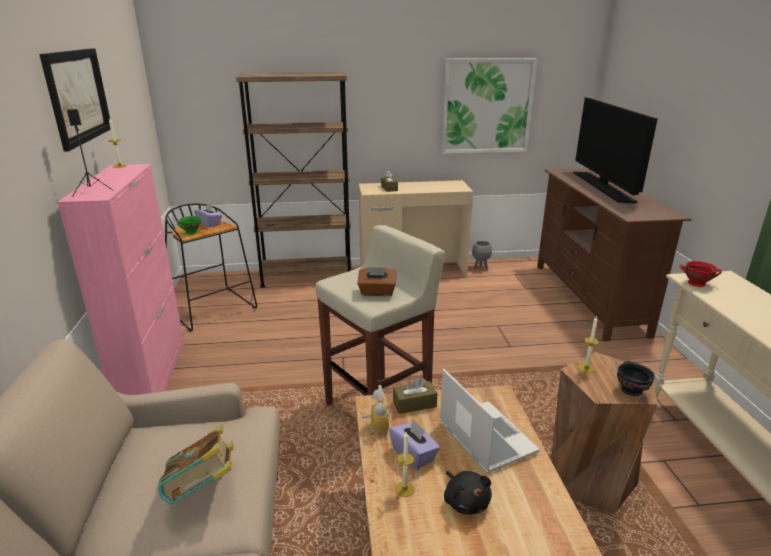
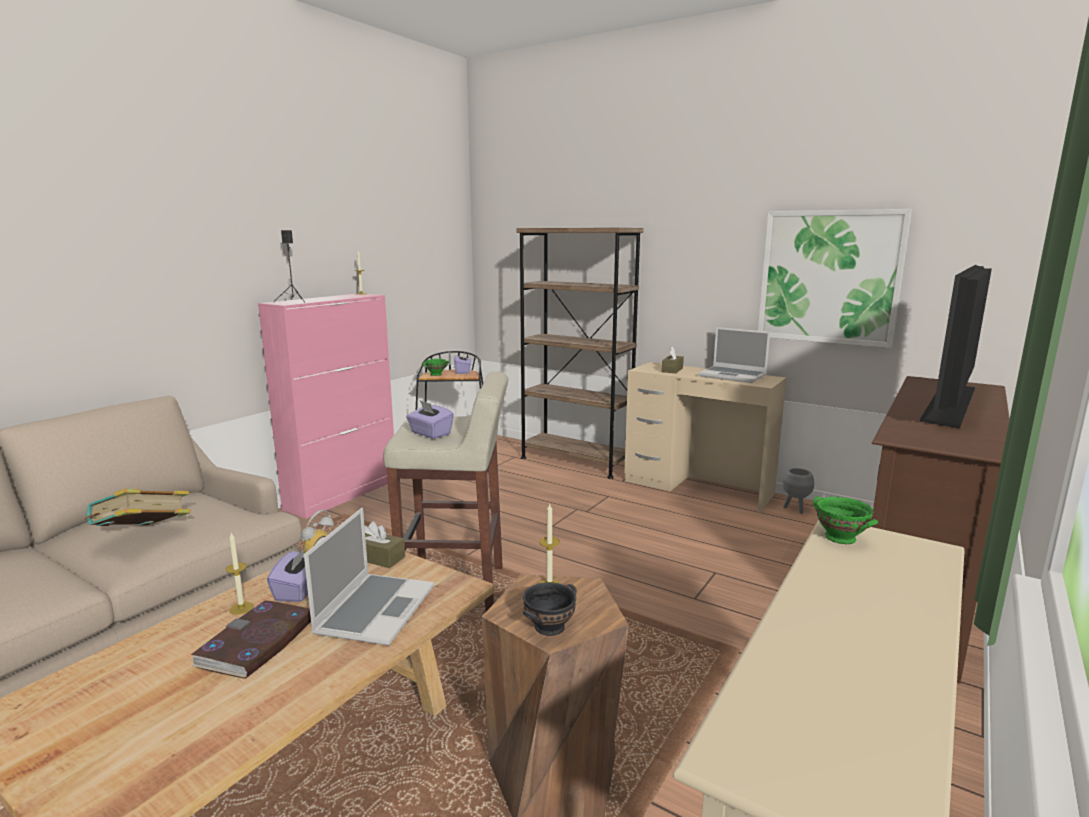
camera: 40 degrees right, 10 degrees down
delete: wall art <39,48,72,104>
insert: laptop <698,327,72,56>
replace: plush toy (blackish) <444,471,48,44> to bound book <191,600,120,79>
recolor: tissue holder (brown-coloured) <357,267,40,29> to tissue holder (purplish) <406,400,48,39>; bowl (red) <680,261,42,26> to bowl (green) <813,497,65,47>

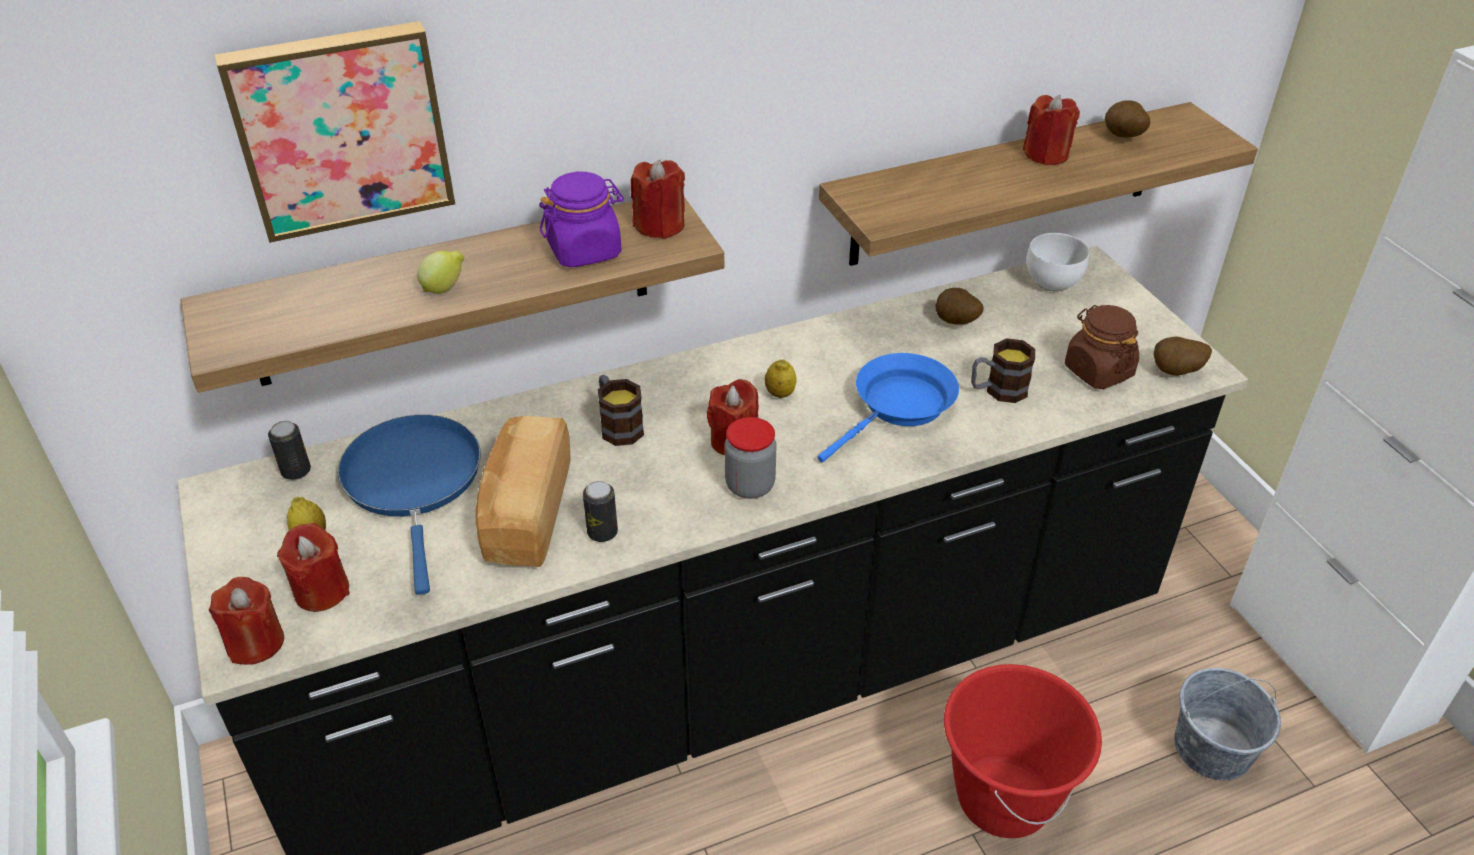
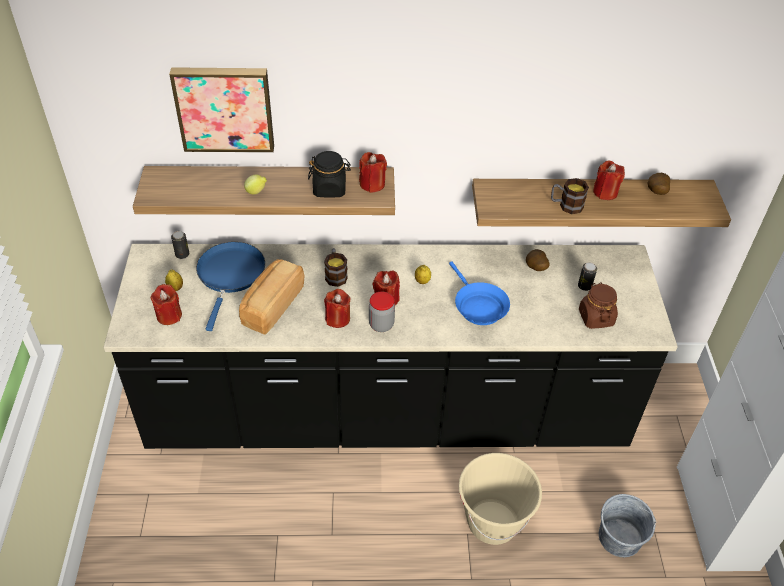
camera: 20 degrees right, 5 degrees up
delete: bowl (white-coloured) <1027,233,62,58>; whole potato <1154,337,58,39>
move: wax candle (red) <209,577,75,88> to <324,289,26,39>; metal can <583,481,35,61> to <578,262,19,29>; mug <971,338,64,65> to <551,178,38,36>
recolor: storage jar (purplish) <539,172,85,96> to storage jar (blackish) <308,151,43,47>; water bucket (red) <944,664,158,174> to water bucket (sand-coloured) <459,453,83,92>
rotate: frying pan (blue) <818,353,141,110> = <449,261,61,64> 90 degrees clockwise

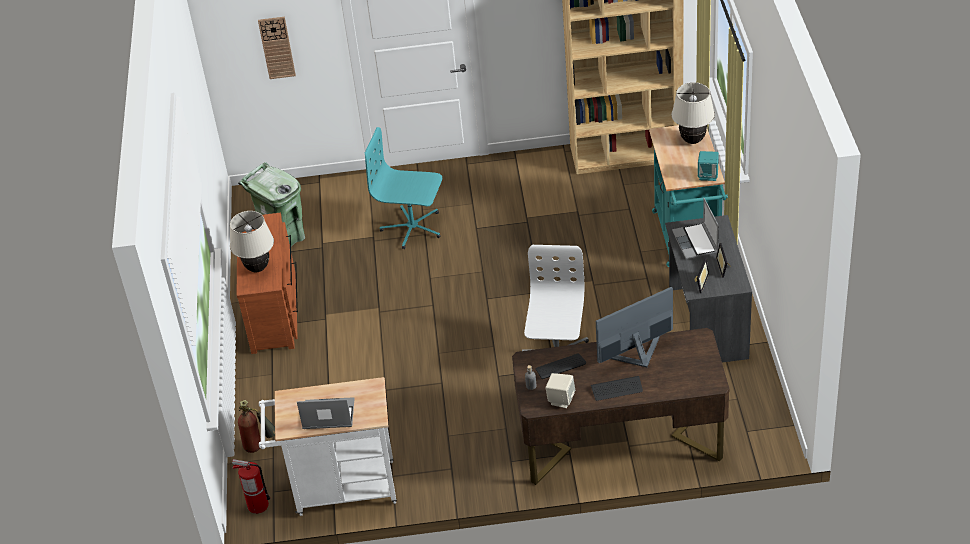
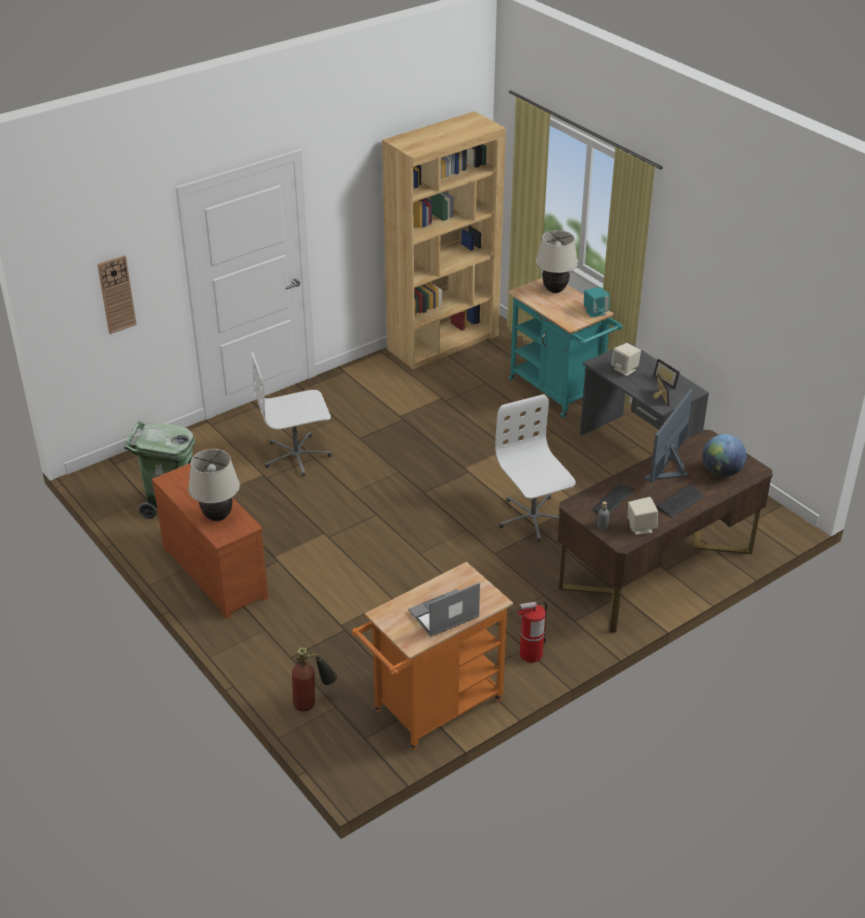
camera: 35 degrees left, 5 degrees down
insert: desk globe <702,434,44,43>
move: fire-fighting cylinder <232,459,38,55> to <517,602,30,61>
replace: laptop <672,198,47,61> to audio speaker (sand-coloured) <611,343,30,33>
recolor: cart (white-coloured) <259,377,138,139> to cart (orangey) <352,562,161,188>; office chair (turquoise) <365,127,77,122> to office chair (white-coloured) <251,352,81,124>

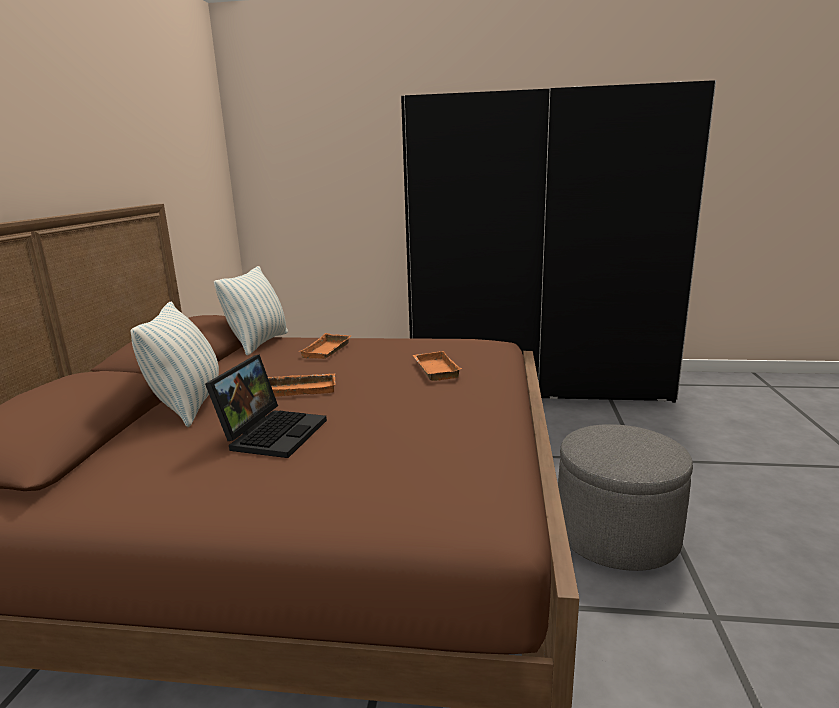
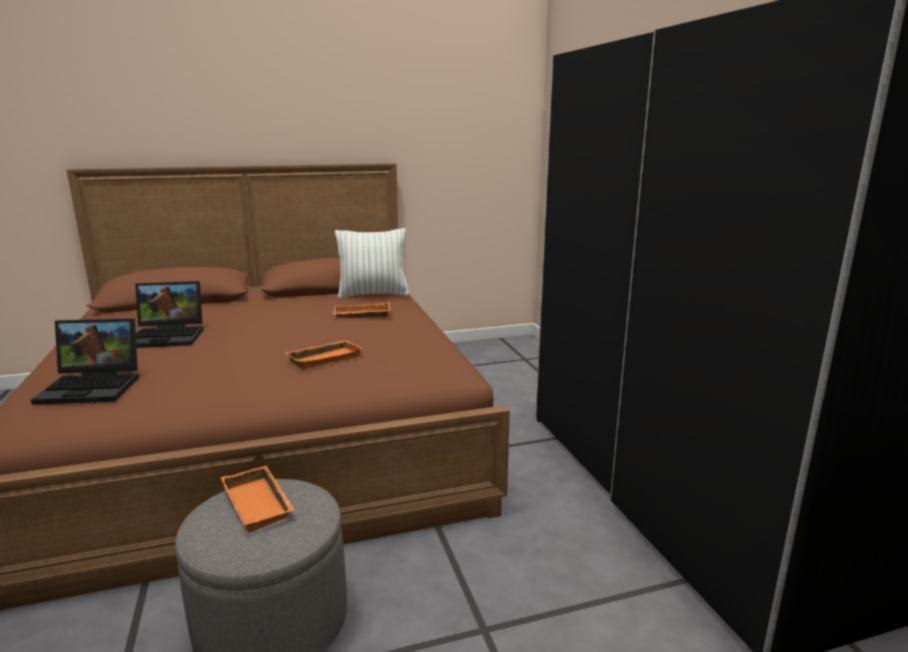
camera: 65 degrees right, 0 degrees up
delete: cushion <131,302,88,125>
insert: laptop <31,318,108,87>
move: serving tray (orangey) <268,373,68,24> to <221,466,74,67>

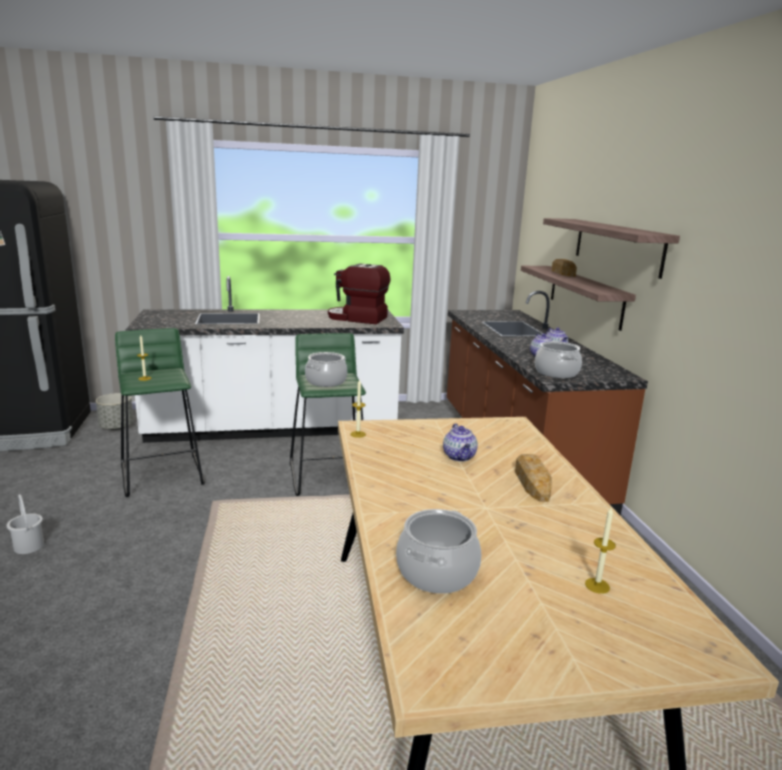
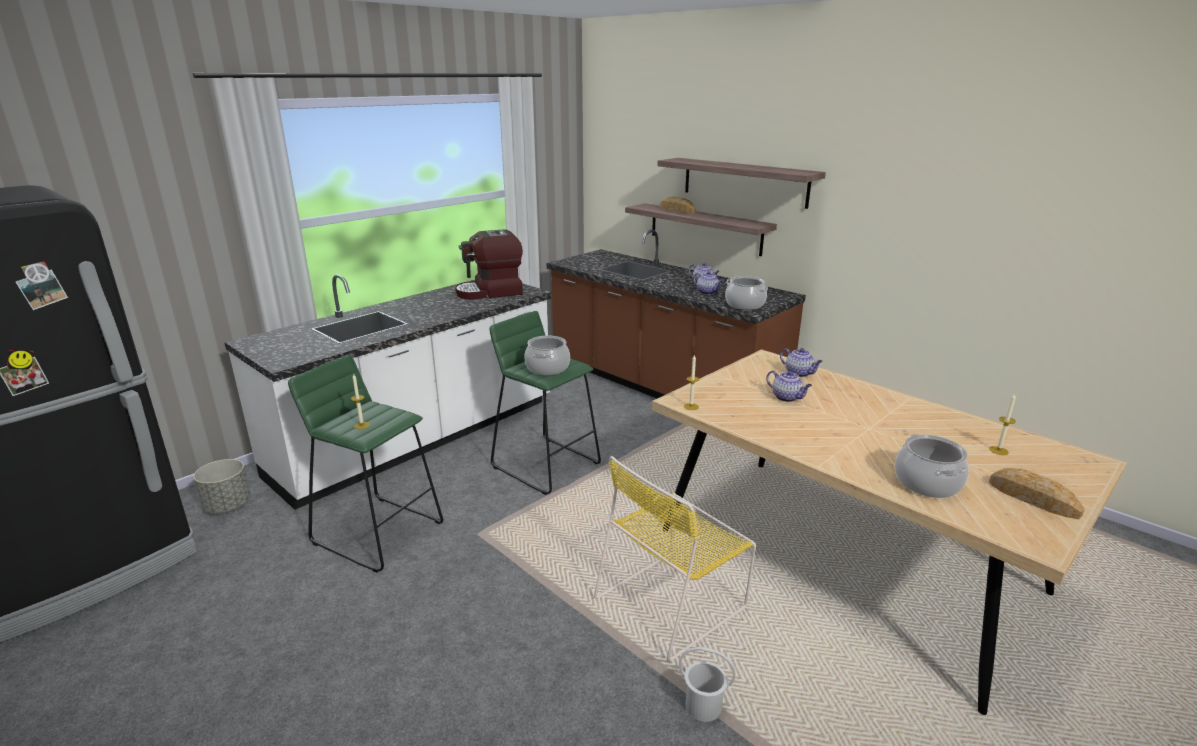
camera: 35 degrees left, 5 degrees up
insert: plain chair (yellowish) <594,456,162,206>; teapot <780,348,43,29>
move: water bucket (white-coloured) <7,494,37,60> to <679,647,57,75>; bread <515,454,37,48> to <989,468,96,51>

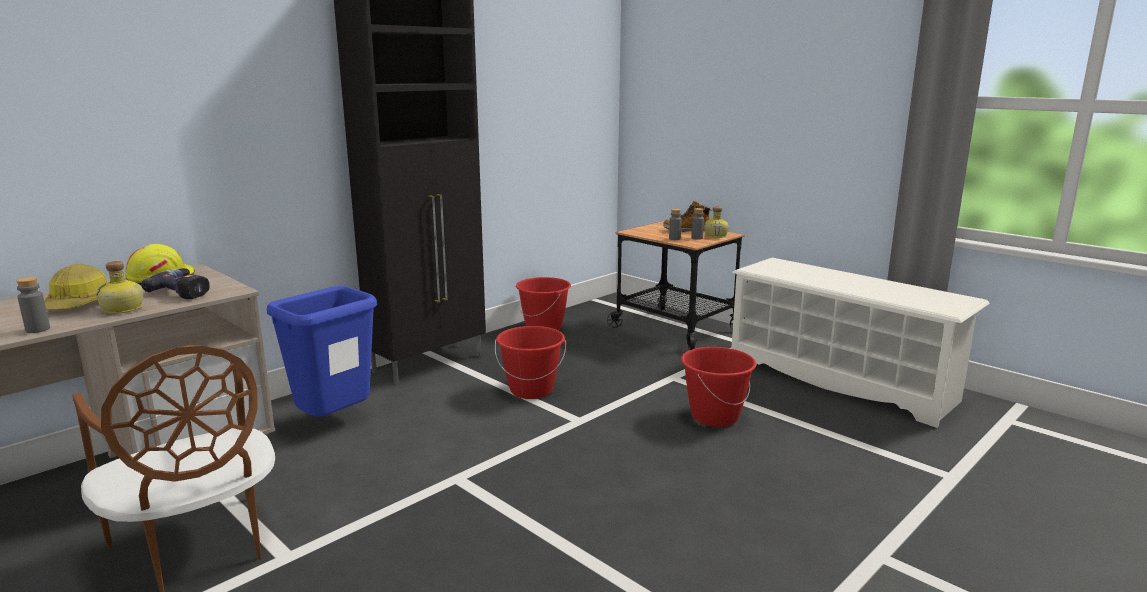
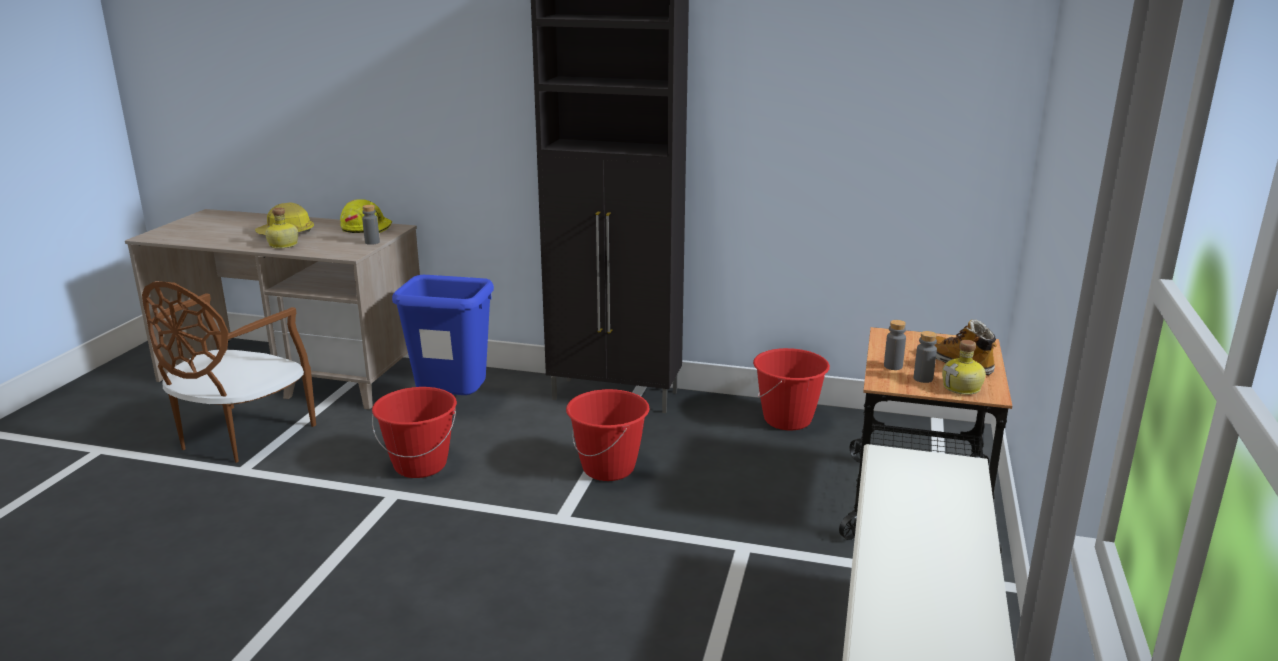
camera: 60 degrees right, 5 degrees up
delete: power drill <141,268,68,31>
move: beverage bottle (gray) <16,277,34,56> to <362,205,18,40>; water bucket (red) <681,347,76,80> to <372,387,85,91>

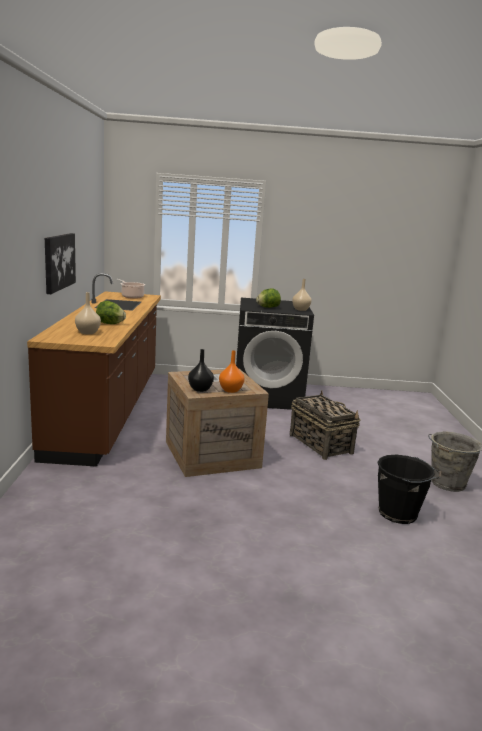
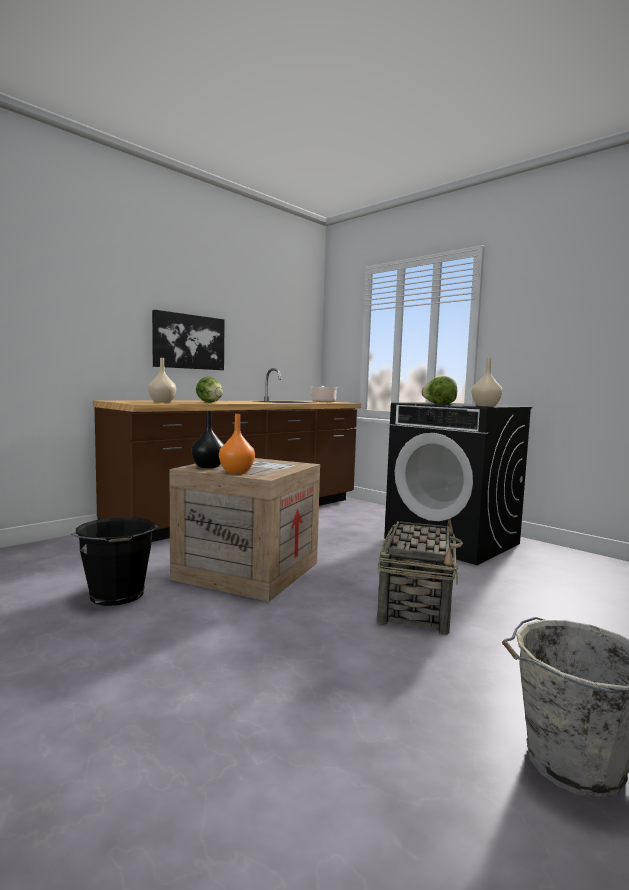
camera: 45 degrees right, 10 degrees down
move: water bucket (blackish) <377,454,65,70> to <71,517,88,89>

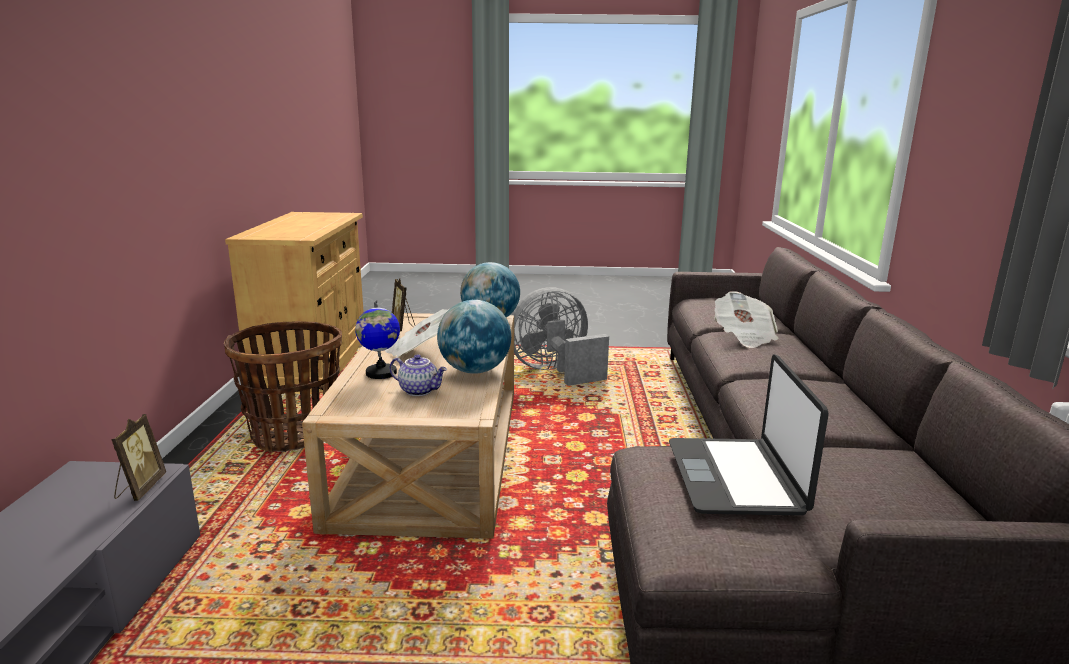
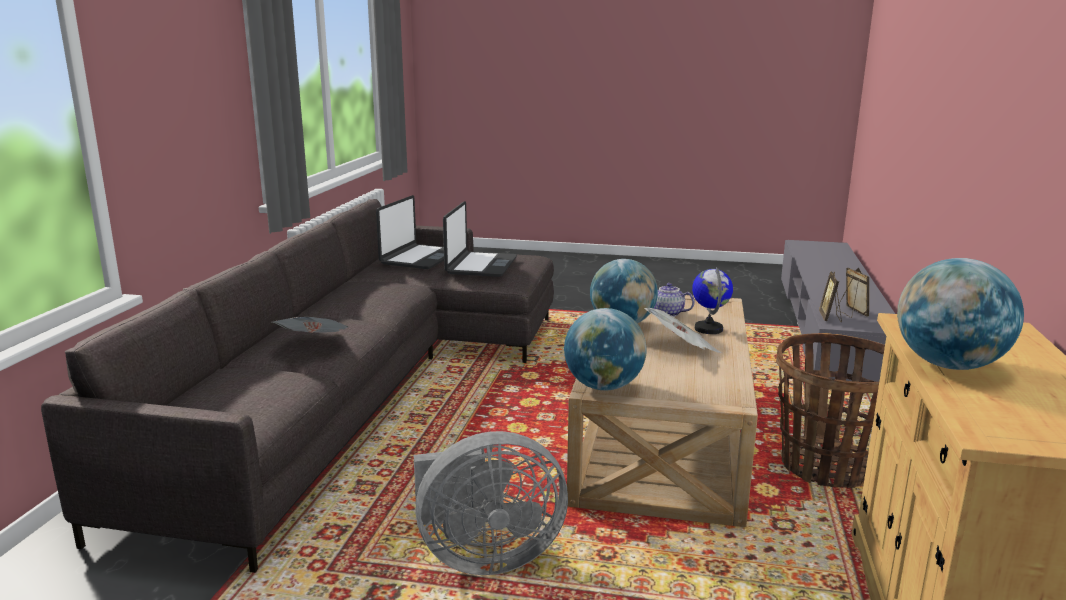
camera: 170 degrees left, 0 degrees up
insert: laptop <376,195,68,74>; desk globe <897,258,127,112>
move: standing frame <392,279,23,52> to <837,268,32,50>

